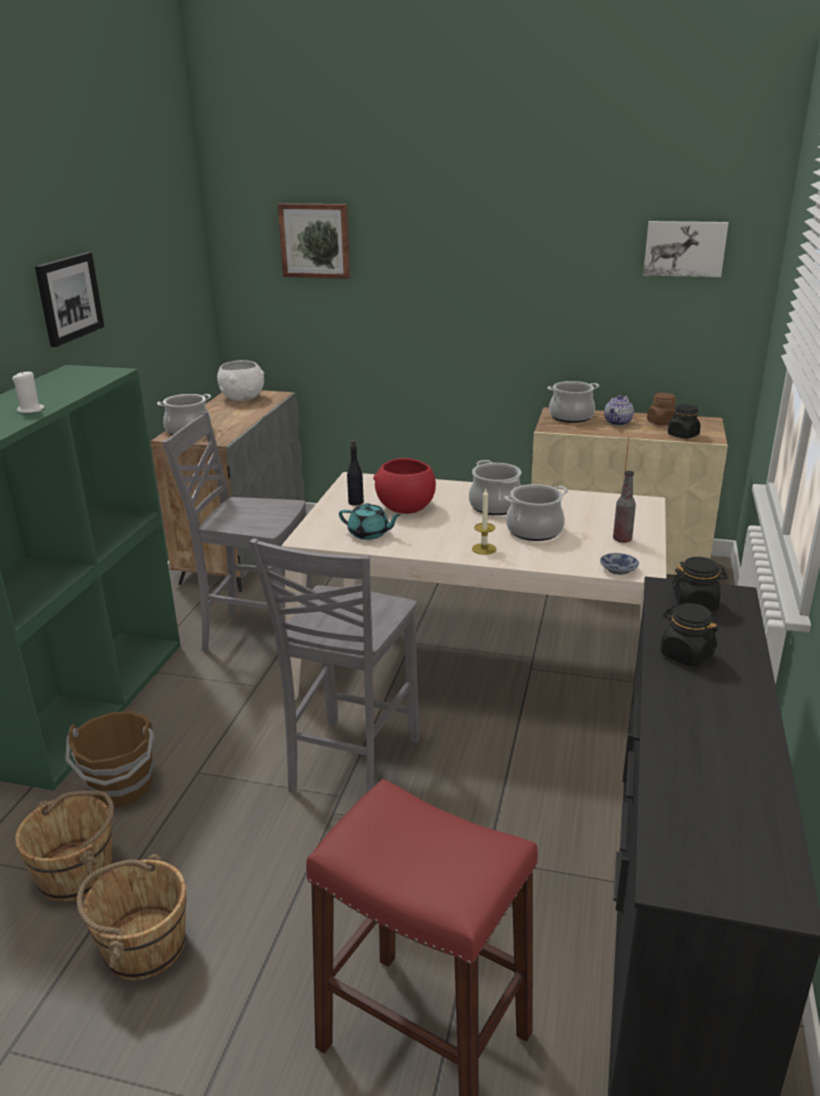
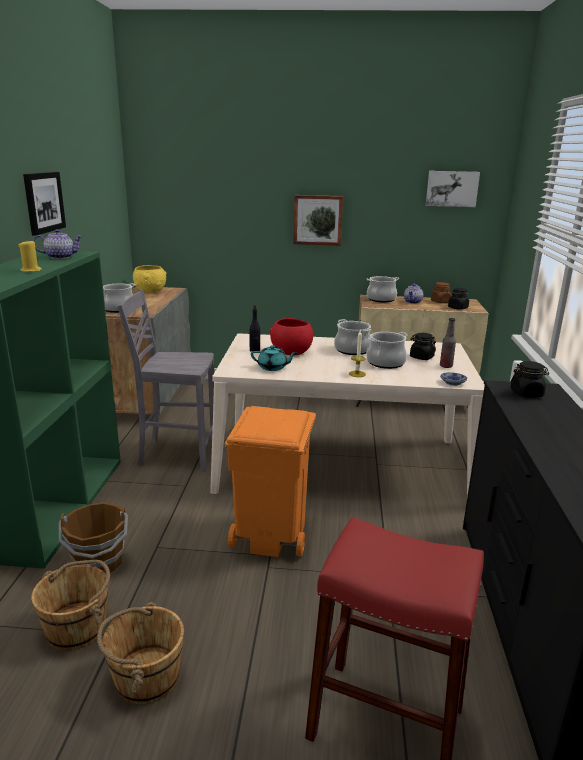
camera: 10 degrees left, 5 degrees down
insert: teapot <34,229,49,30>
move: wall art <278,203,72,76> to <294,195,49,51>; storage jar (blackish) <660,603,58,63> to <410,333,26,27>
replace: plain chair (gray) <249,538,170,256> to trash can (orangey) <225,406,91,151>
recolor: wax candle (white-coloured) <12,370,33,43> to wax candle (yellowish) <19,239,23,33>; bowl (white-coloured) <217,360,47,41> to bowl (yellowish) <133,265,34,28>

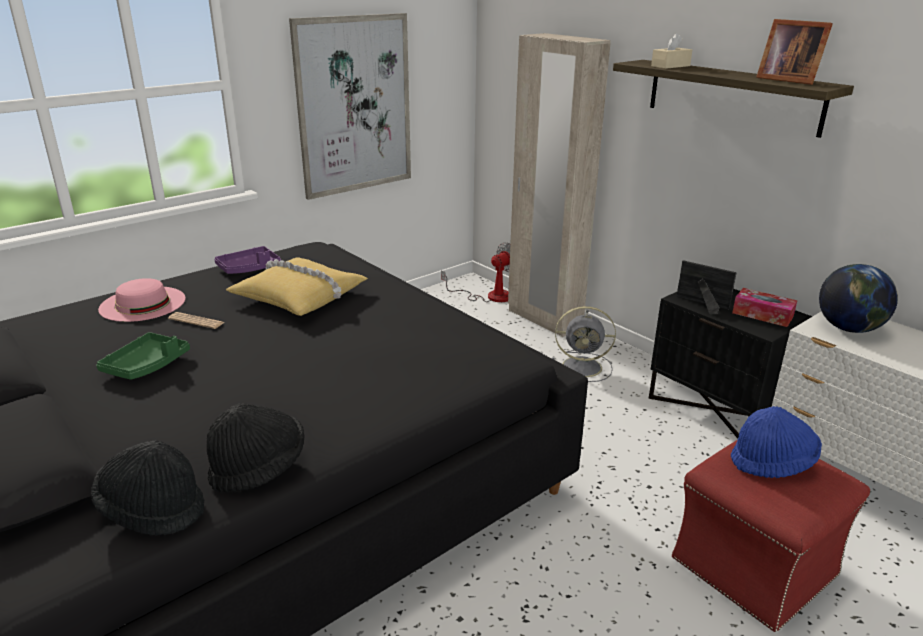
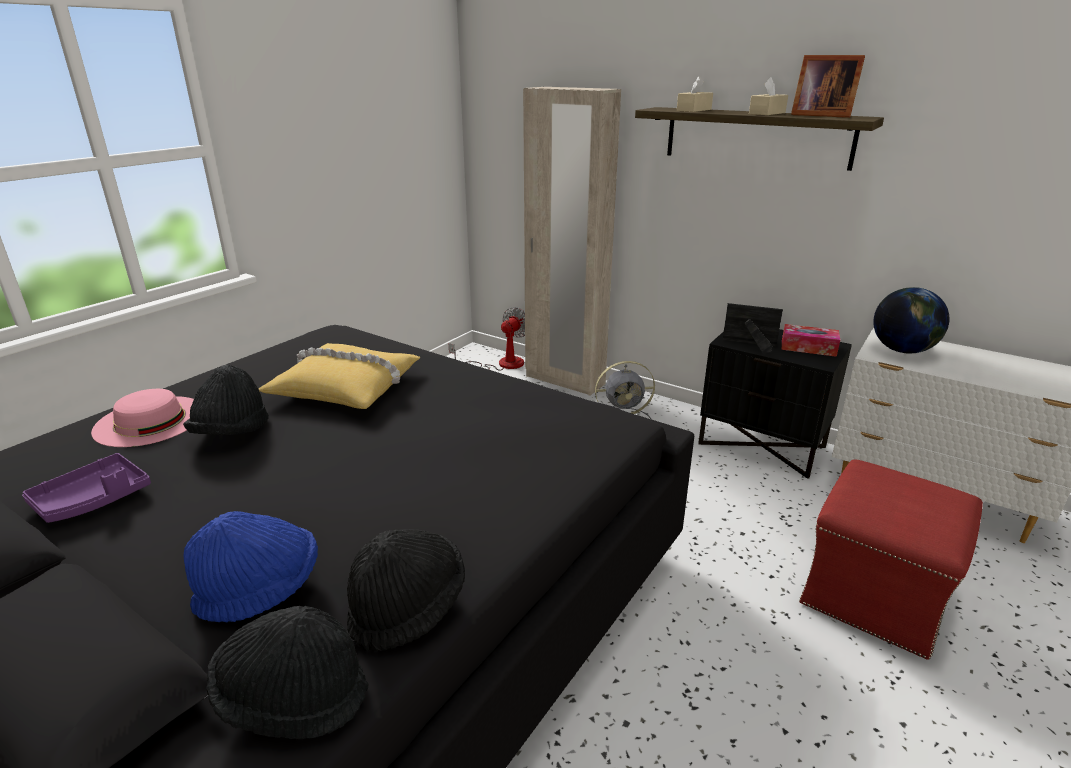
camera: 15 degrees left, 0 degrees up
delete: serving tray (green) <96,332,94,48>; wall art <289,13,122,187>
insert: tissue holder (sand-coloured) <749,77,39,38>
move: serving tray (purplish) <214,246,67,28> to <22,453,129,70>; clothing hat (blue) <731,406,91,72> to <184,511,134,111>
replace: printed paper <168,312,57,17> to clothing hat (blackish) <183,365,86,70>

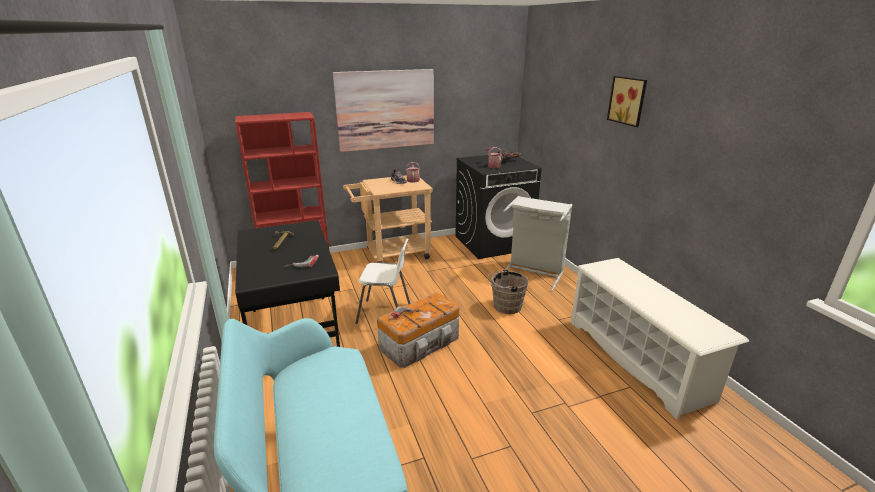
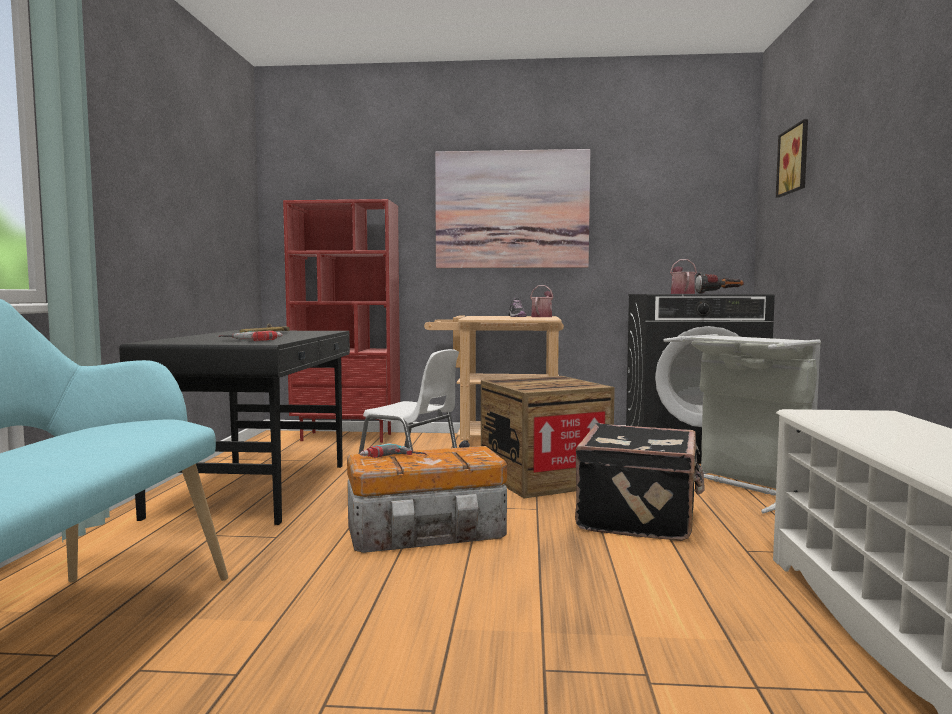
camera: 25 degrees right, 20 degrees down
insert: crate <481,376,134,122>
move: wall art <607,76,40,51> to <776,119,32,79>
replace: water bucket (brown-coloured) <487,270,42,44> to travel case (blackish) <575,423,129,118>

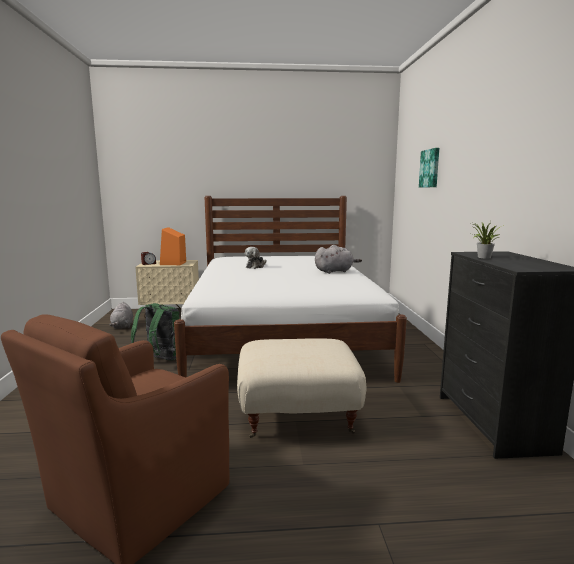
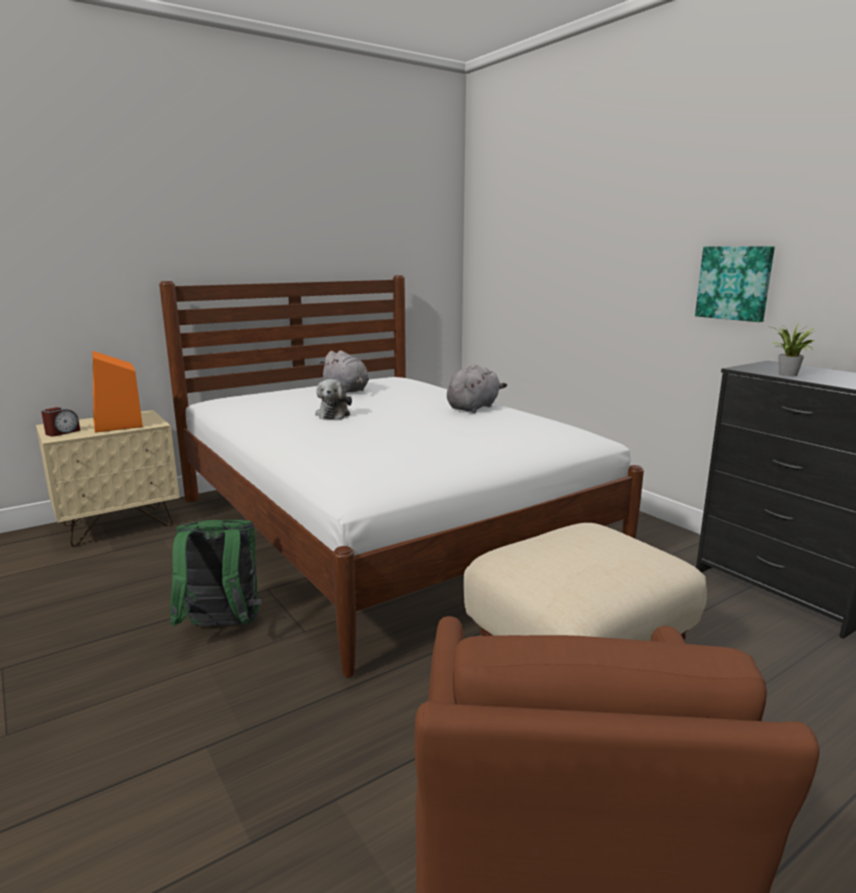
camera: 30 degrees left, 5 degrees up
move: plush toy (gray) <109,302,24,27> to <320,350,49,43>; wall art <419,148,20,40> to <695,246,80,76>

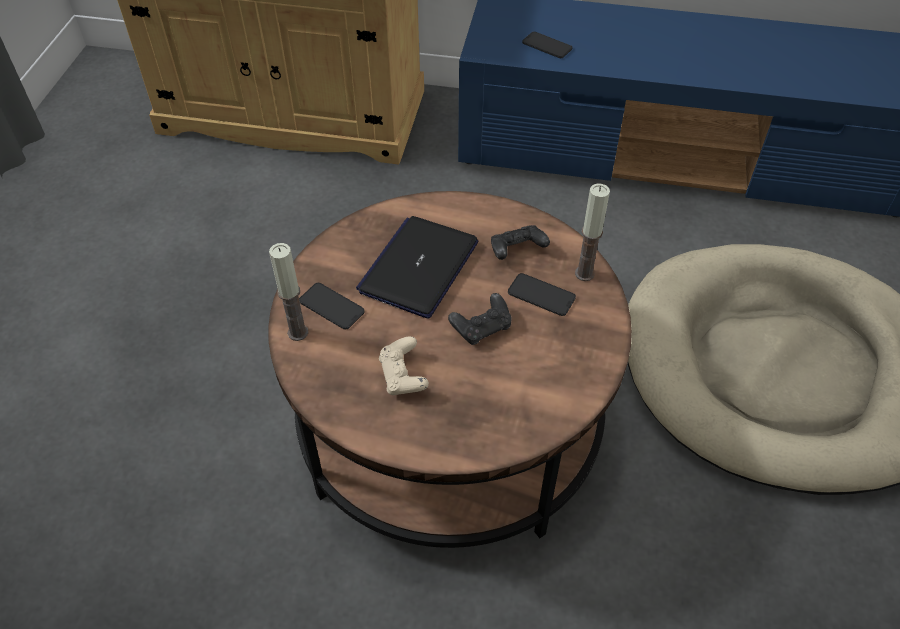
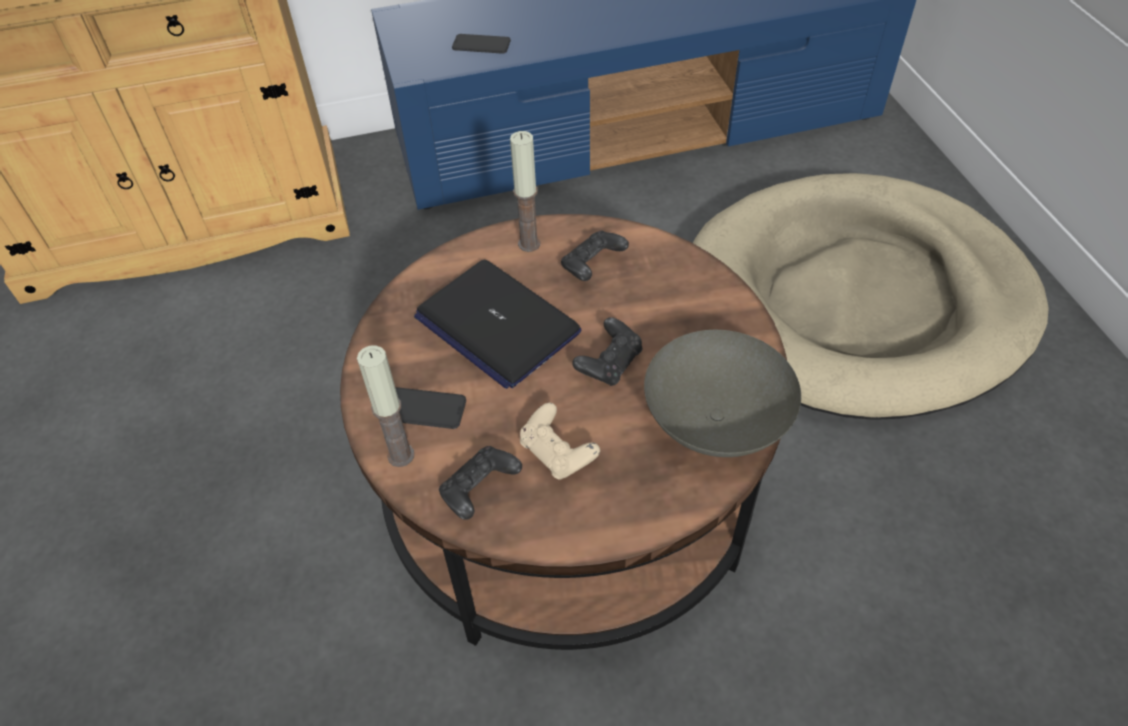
camera: 25 degrees left, 0 degrees up
delete: telephone <508,273,68,43>
insert: game controller (blackish) <439,446,83,74>; bowl (gray) <644,330,157,127>
move: wax candle <575,183,35,98> to <510,131,30,121>
rotate: laptop <356,216,122,102> = <414,260,167,129> 45 degrees counterclockwise

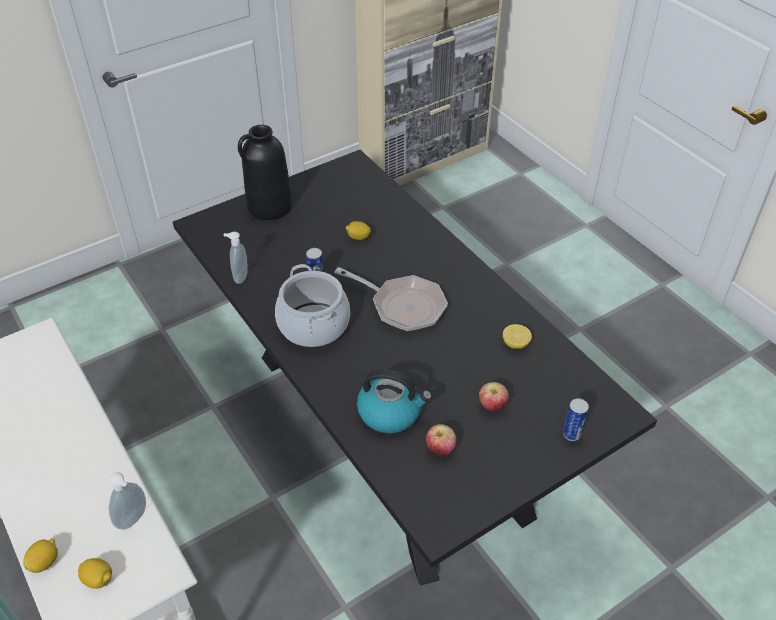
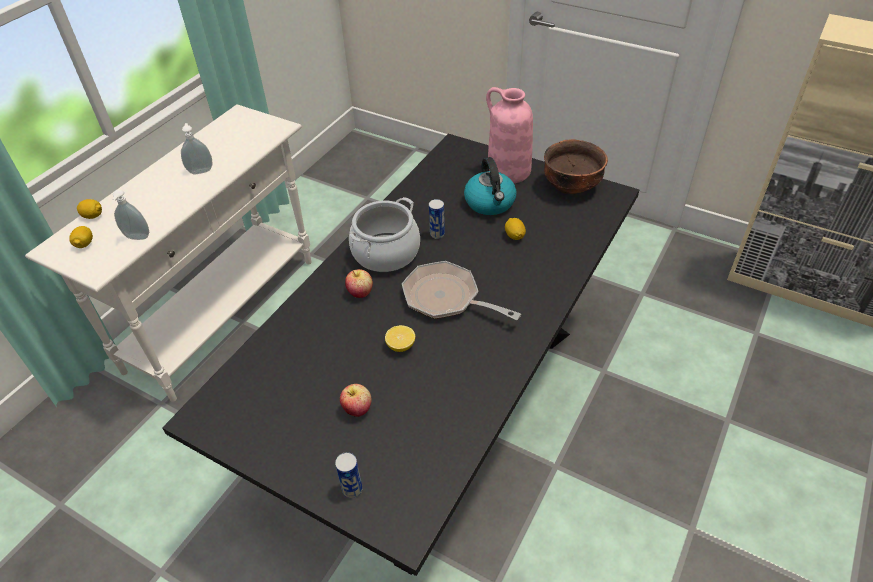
camera: 65 degrees right, 0 degrees up
insert: bowl (brown-coloured) <544,139,64,55>
move: soap bottle <223,232,25,52> to <181,123,31,51>; water kettle <357,369,75,64> to <464,157,53,58>; whole apple <426,424,30,32> to <345,269,28,29>; lemon <503,324,29,25> to <385,325,30,27>
recolor: decorative vase (blackish) <238,125,54,95> to decorative vase (pink-coloured) <486,87,47,96>
rotate: frying pan <334,267,114,65> = <402,261,119,59> 120 degrees clockwise

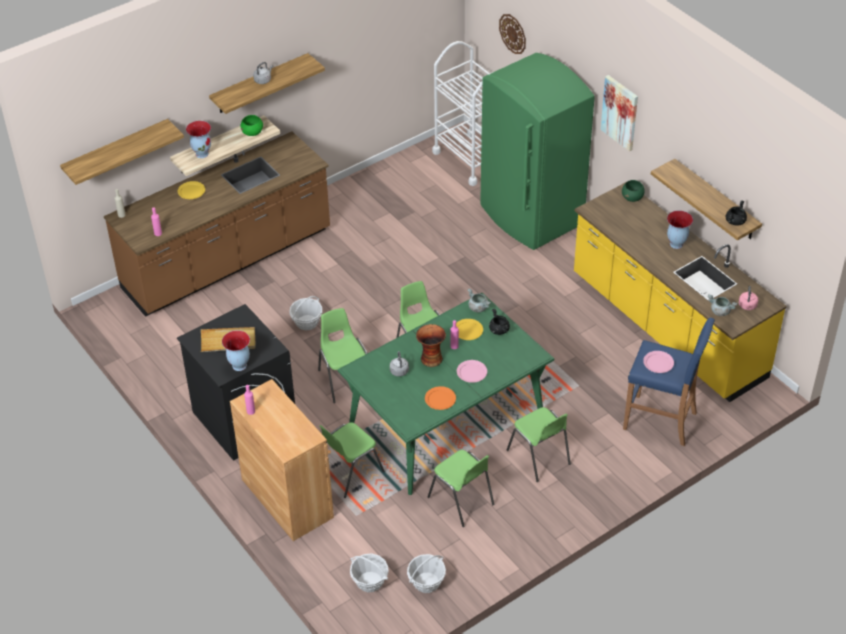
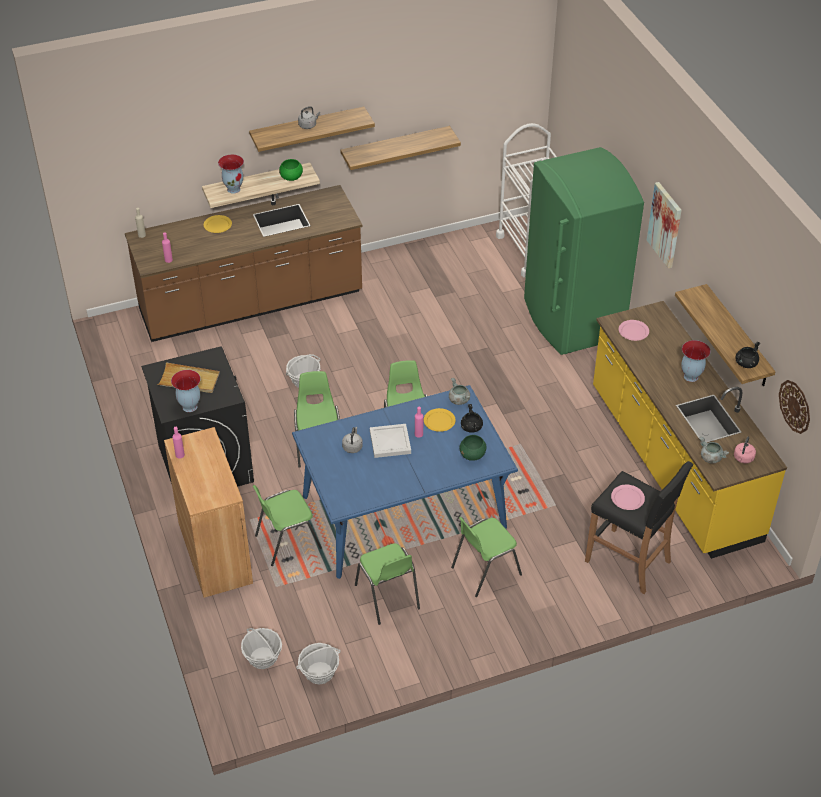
camera: 15 degrees right, 0 degrees up
delete: dinner plate (orangey) <425,386,31,24>
move: bracket shelf <60,119,124,66> to <341,126,120,44>; dinner plate (pink-coloured) <457,360,30,23> to <619,320,30,21>; clock on the wall <499,14,27,40> to <779,380,31,54>; bowl (green) <622,180,23,22> to <460,435,27,26>
replace: decorative vase <416,324,30,43> to serving tray (white-coloured) <370,424,41,34>
recolor: dinner table (green) <338,293,216,202> to dinner table (blue) <292,385,226,194>; sitting stool (blue) <623,318,92,128> to sitting stool (blackish) <585,461,108,133>
rotate: plain chair (green) <506,407,65,75> = <451,517,71,80> 75 degrees clockwise

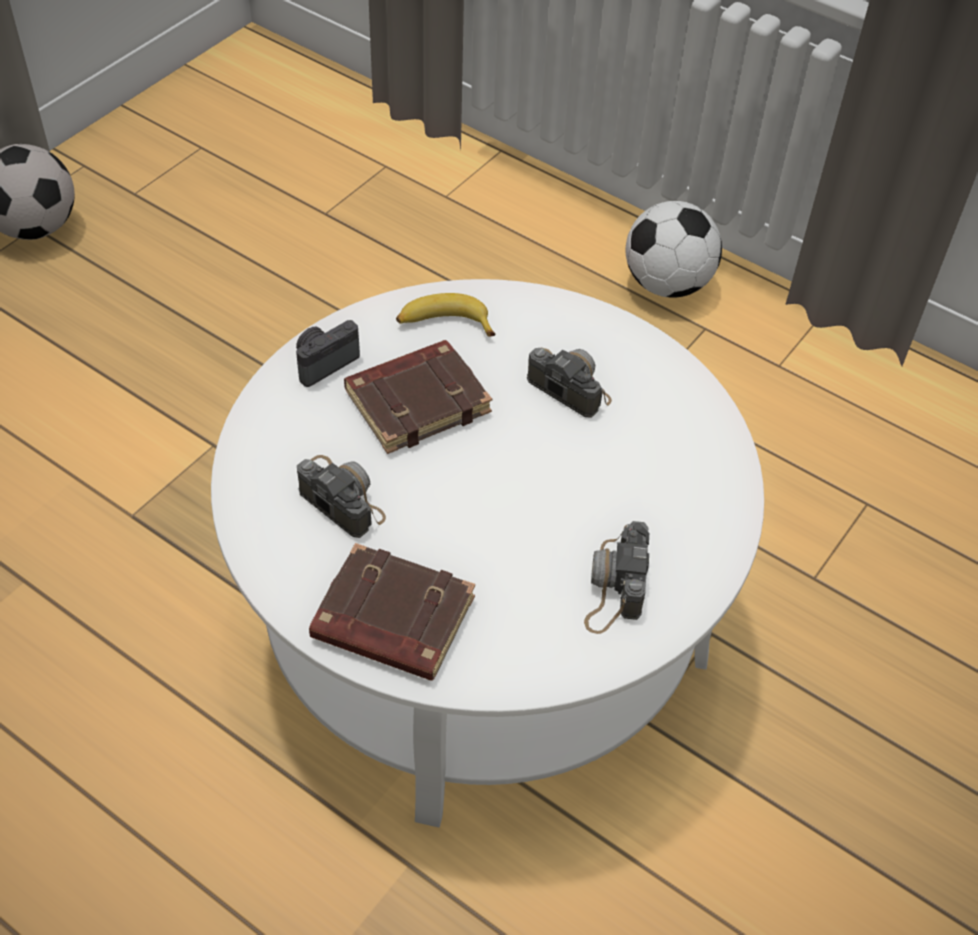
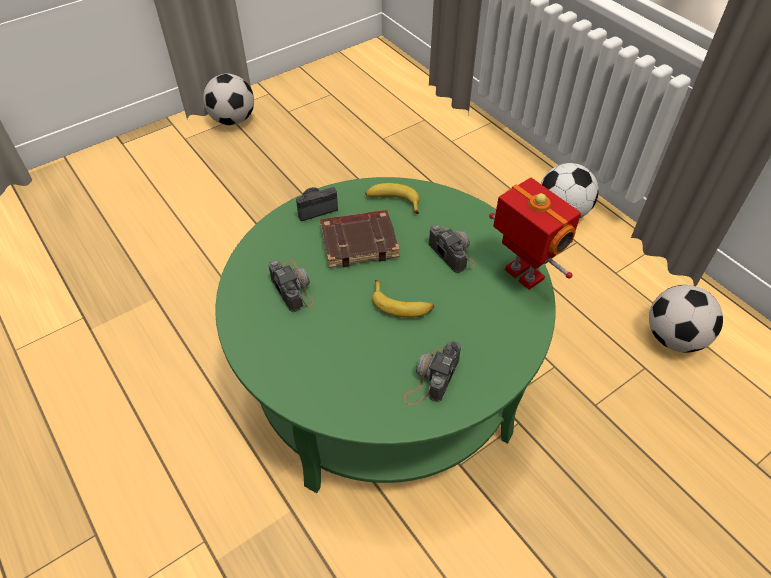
camera: 20 degrees right, 0 degrees up
delete: bound book (brown-coloured) <309,543,166,138>
insert: banana fruit <372,280,62,38>; toy robot <489,177,92,113>; football <649,285,74,67>
recolor: low table (white-coloured) <211,279,553,548> to low table (green) <215,177,340,316>

